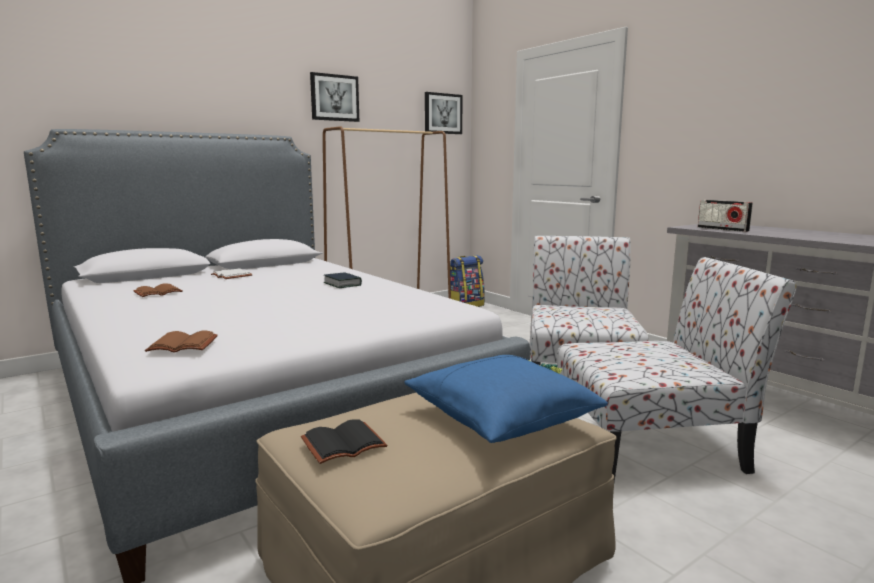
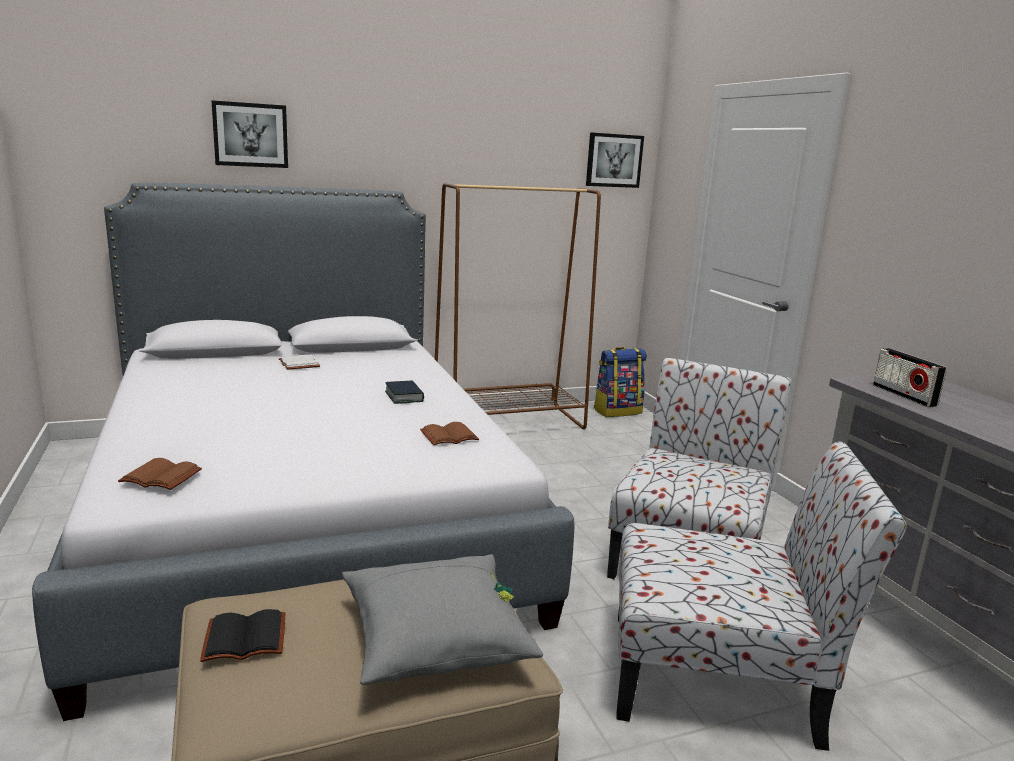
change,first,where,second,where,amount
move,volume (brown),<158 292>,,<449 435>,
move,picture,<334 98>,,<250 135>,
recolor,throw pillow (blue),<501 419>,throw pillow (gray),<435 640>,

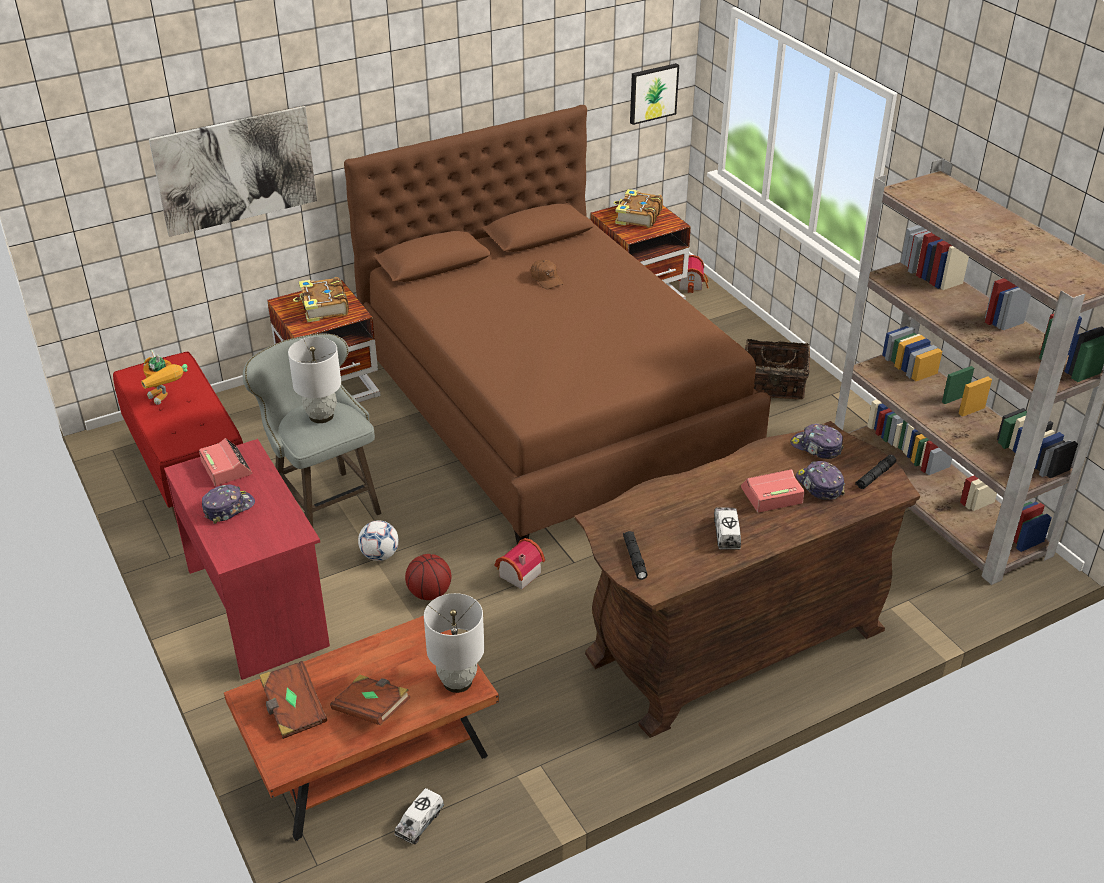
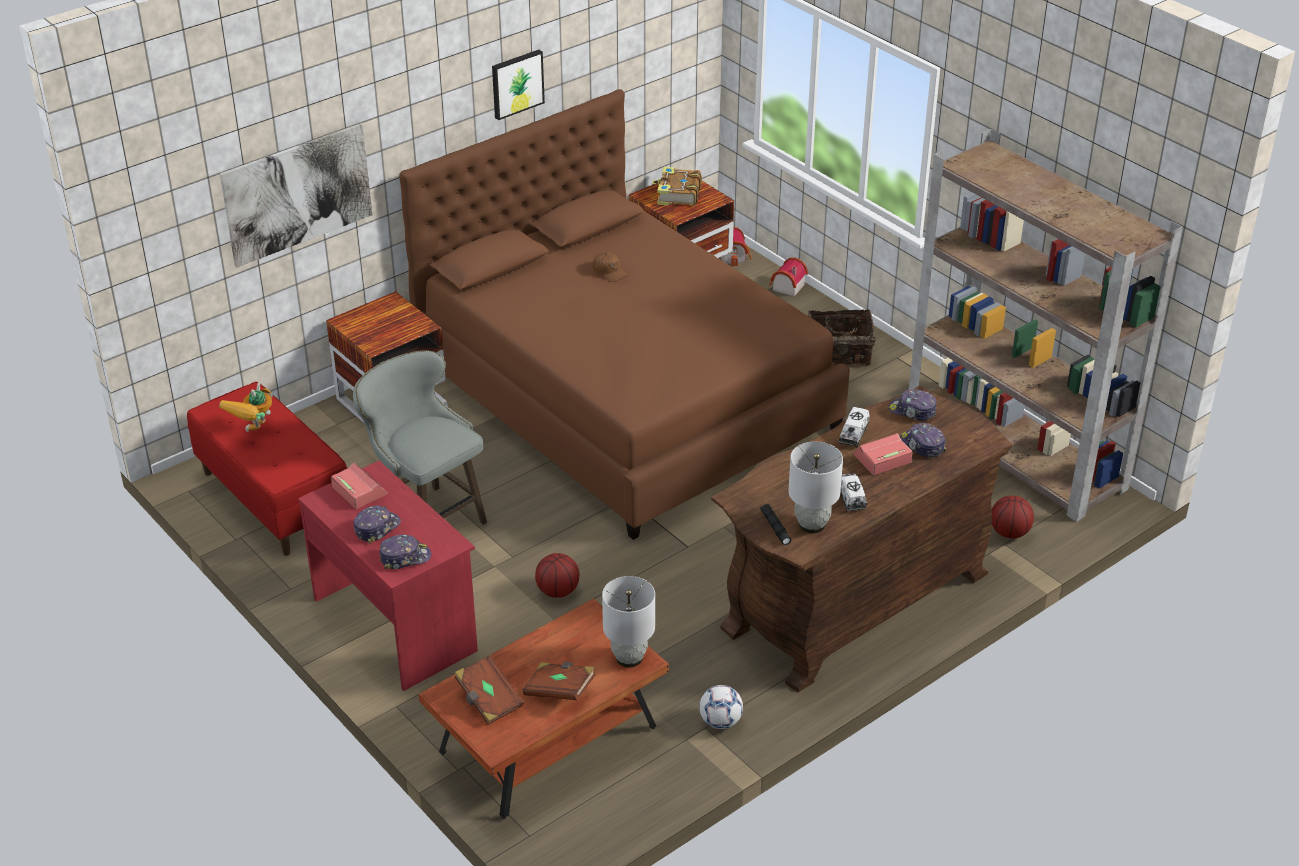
change,first,where,second,where,amount
delete,volume,<323 307>,,,
delete,torch (black),<875 476>,,,
insert,,,peaked cap,<405 557>,
insert,,,basketball,<1009 533>,
move,tabletop lamp (whitish),<321 416>,,<811 525>,
move,football ball,<380 555>,,<720 722>,
move,toy truck,<419 822>,,<853 434>,
move,model house,<517 574>,,<786 287>,
move,picture,<652 93>,,<516 83>,
rotate,model robot,<166 400>,,<255 433>,75 degrees clockwise

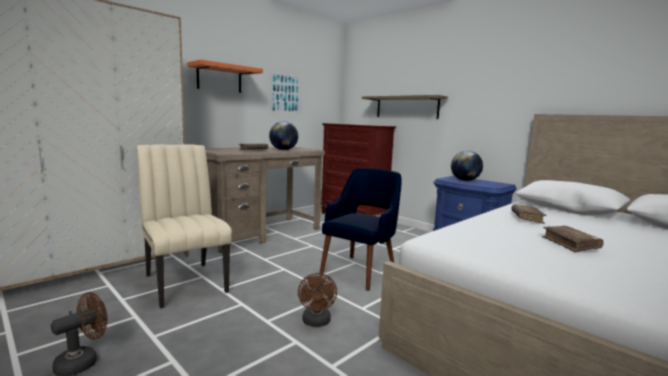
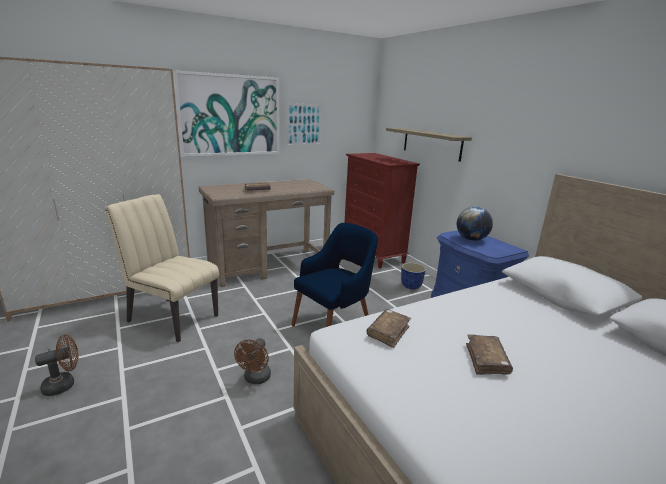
change,first,where,second,where,amount
delete,desk globe,<283 150>,,,
insert,,,flower pot,<410 286>,
move,volume (brown),<527 218>,,<388 332>,
replace,shelf (orangey),<219 78>,picture,<230 115>,
rotate,chair (beige),<186 284>,,<174 319>,45 degrees counterclockwise

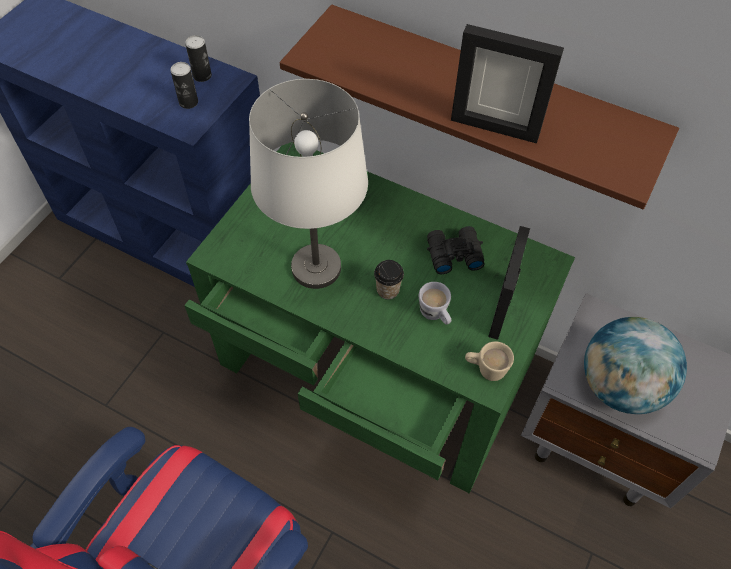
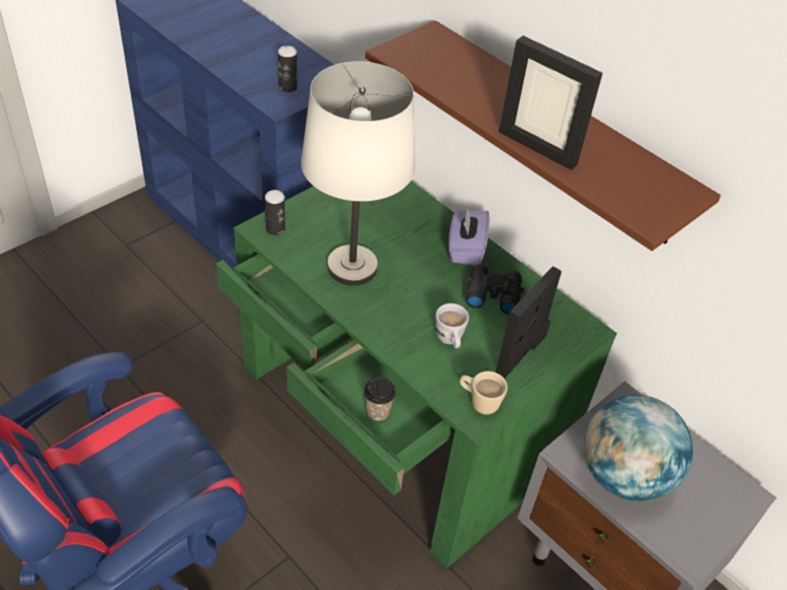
change,first,where,second,where,amount
insert,,,tissue holder (purple),<465 249>,
move,metal can,<202 76>,,<275 229>,
move,small cup,<387 290>,,<377 411>,

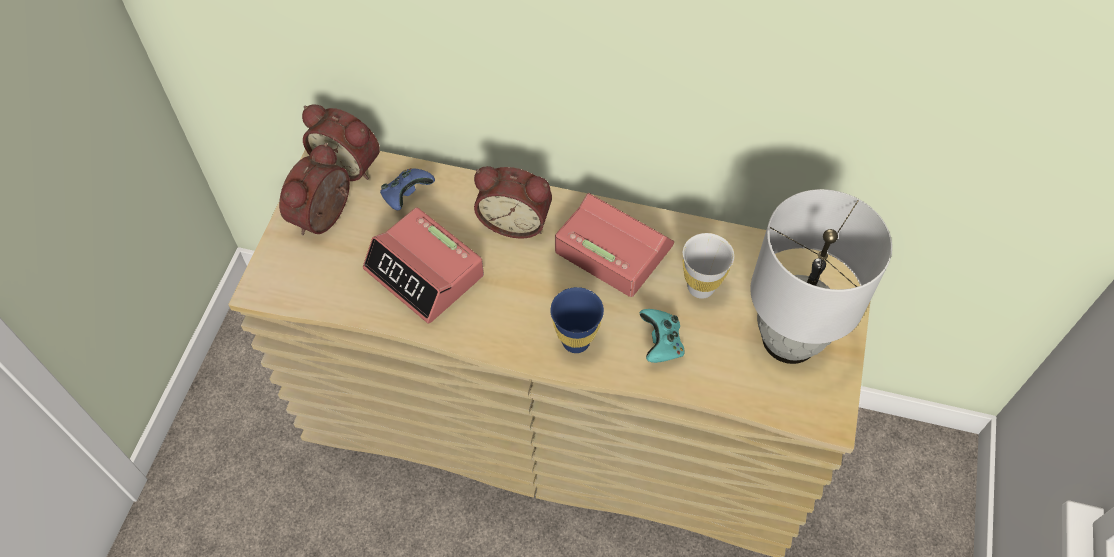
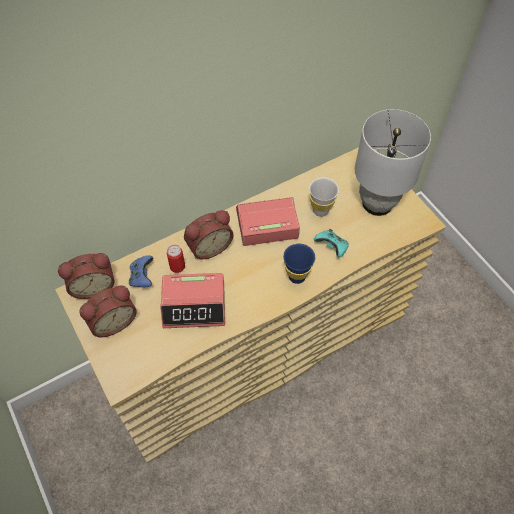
change,first,where,second,where,amount
insert,,,metal can,<177 266>,
rotate,alarm clock,<326 217>,,<112 321>,105 degrees counterclockwise

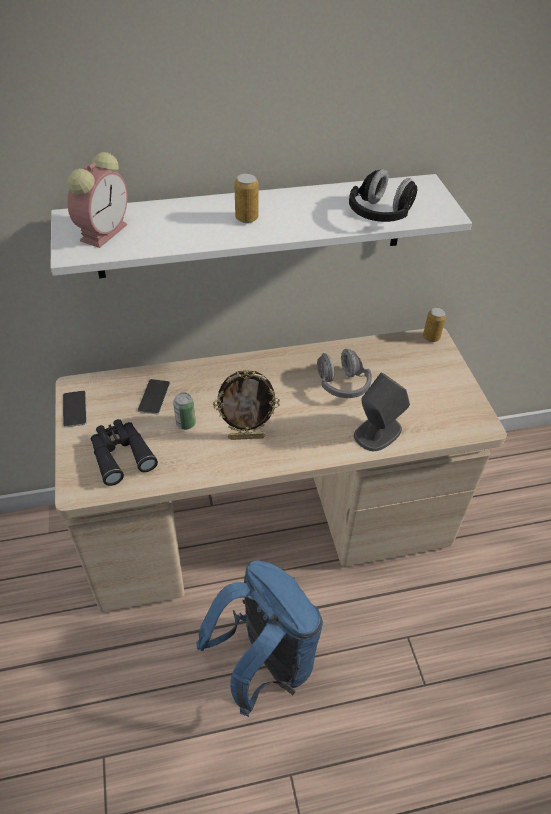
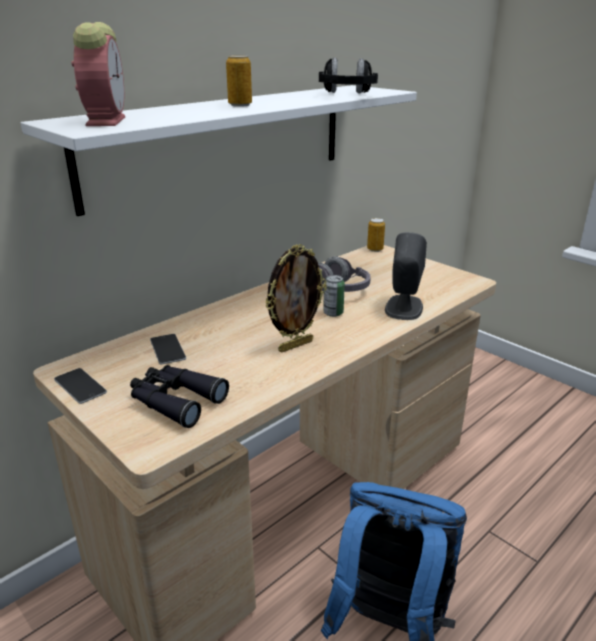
change,first,where,second,where,amount
move,metal can,<185 423>,,<333 313>,

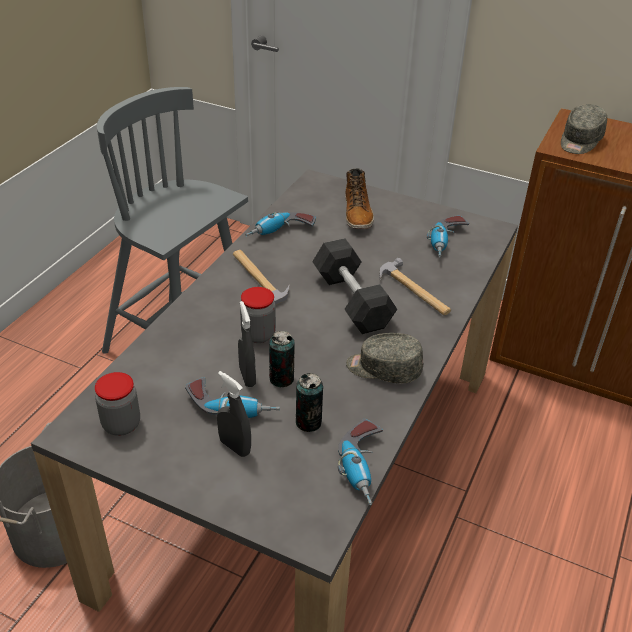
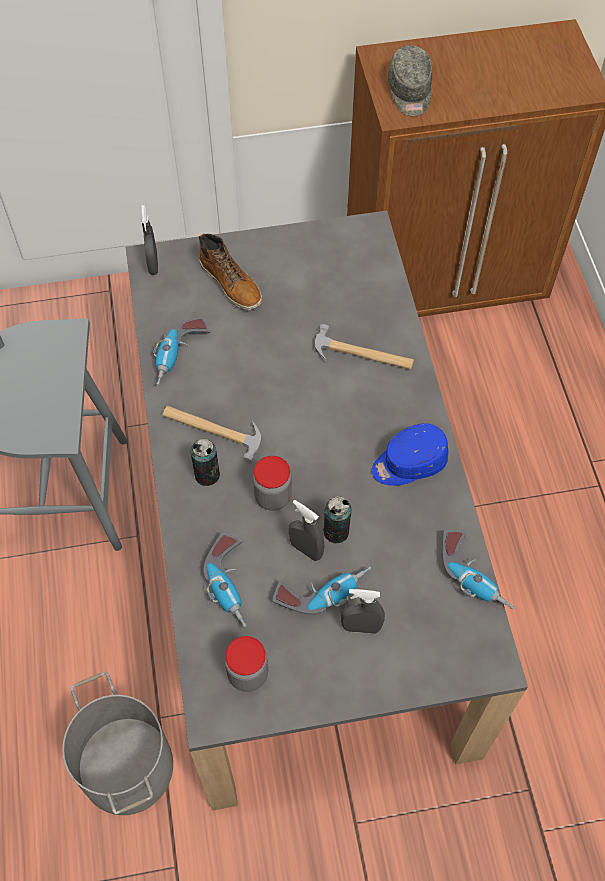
change,first,where,second,where,amount
delete,hand weight (gray),<352 301>,,,
insert,,,hand sprayer (gray),<153 264>,
move,metal can,<308 422>,,<207 475>,
move,drill,<447 243>,,<232 584>,
recolor,peaked cap (gray),<383 369>,peaked cap (blue),<408 463>,

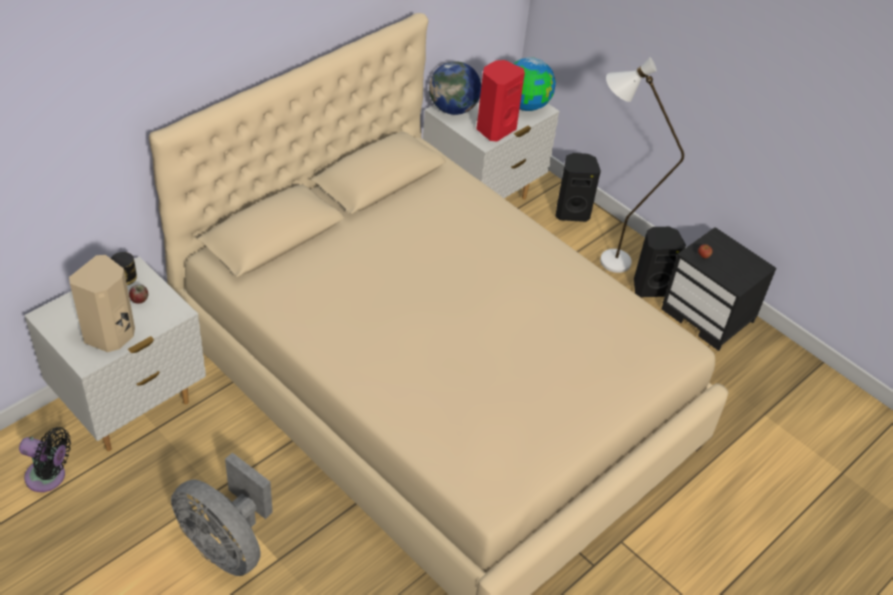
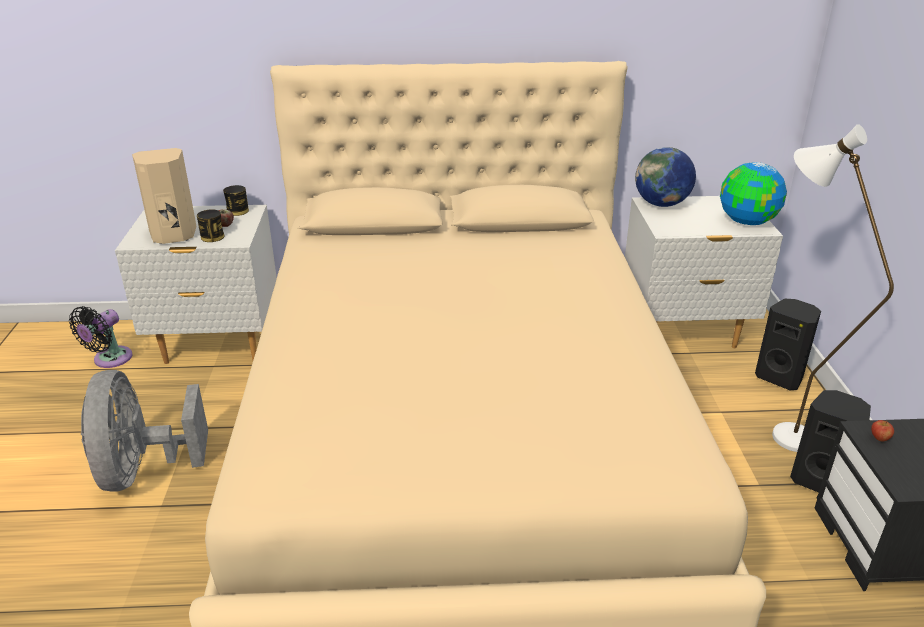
change,first,where,second,where,amount
delete,speaker (reddish),<494 129>,,,
insert,,,metal can,<212 237>,
rotate,fan (black),<49 477>,,<109 360>,60 degrees clockwise

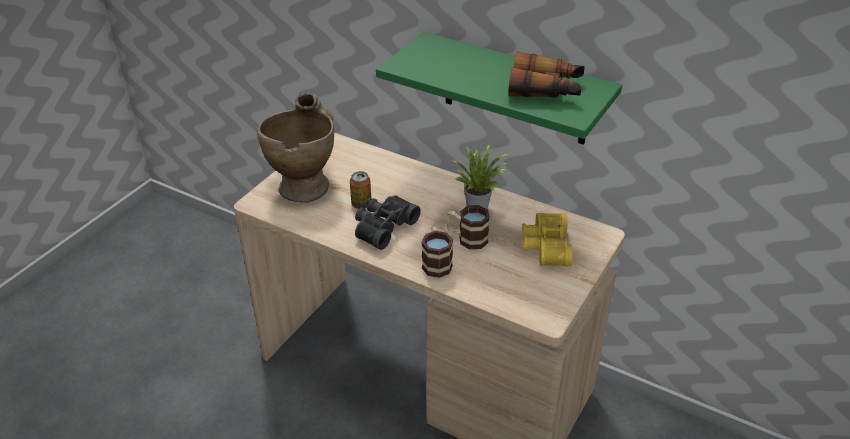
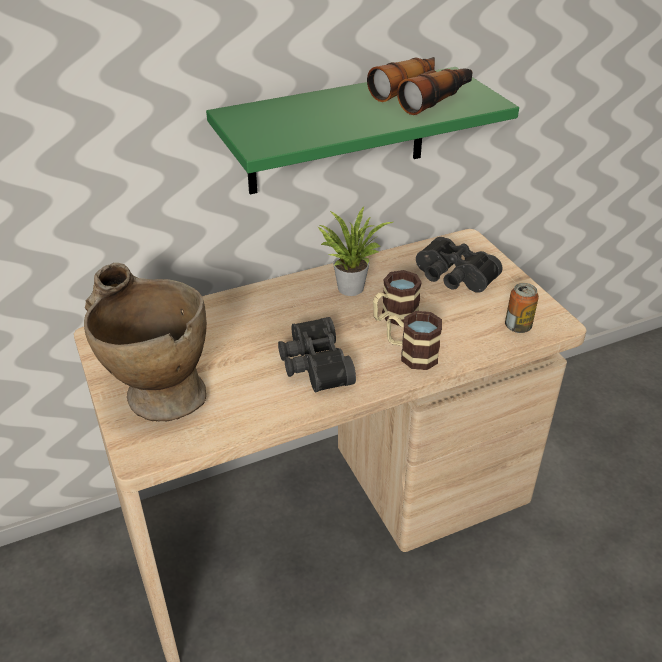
change,first,where,second,where,amount
move,metal can,<361 204>,,<518 326>,
recolor,binoculars (yellow),<544 246>,binoculars (black),<453 278>,

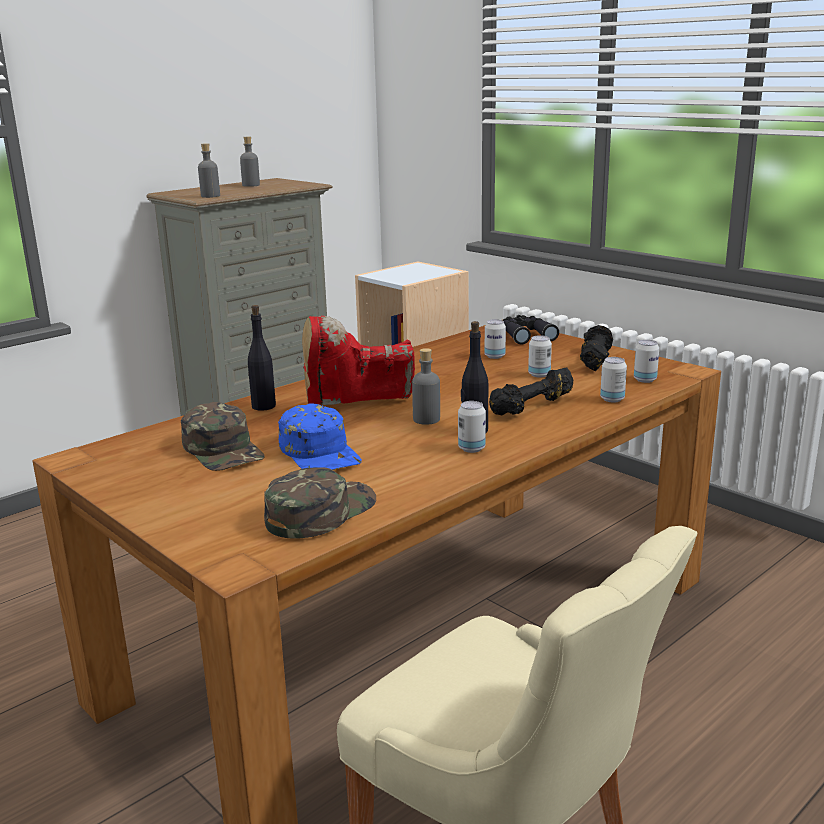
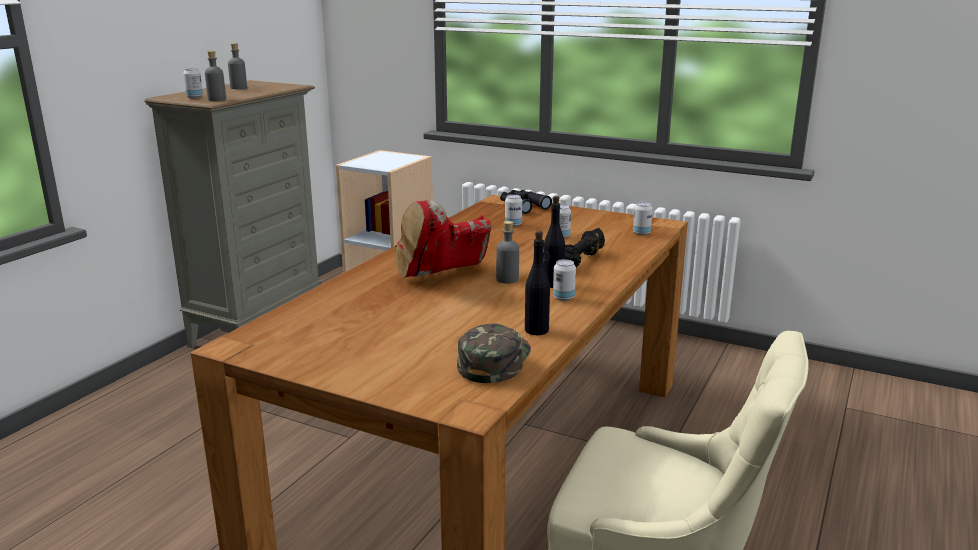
change,first,where,second,where,amount
delete,peaked cap (green-coloured),<224 450>,,,
delete,peaked cap (blue),<320 452>,,,
delete,hand weight (black),<595 360>,,,
move,bottle (black),<263 406>,,<536 330>,
move,metal can,<612 399>,,<195 97>,

